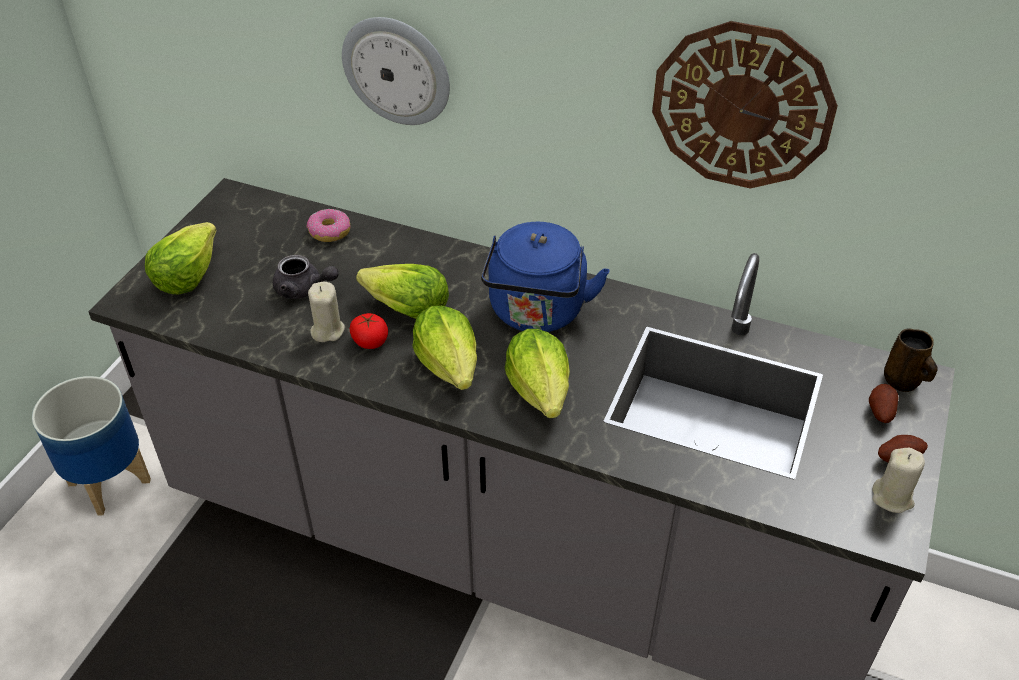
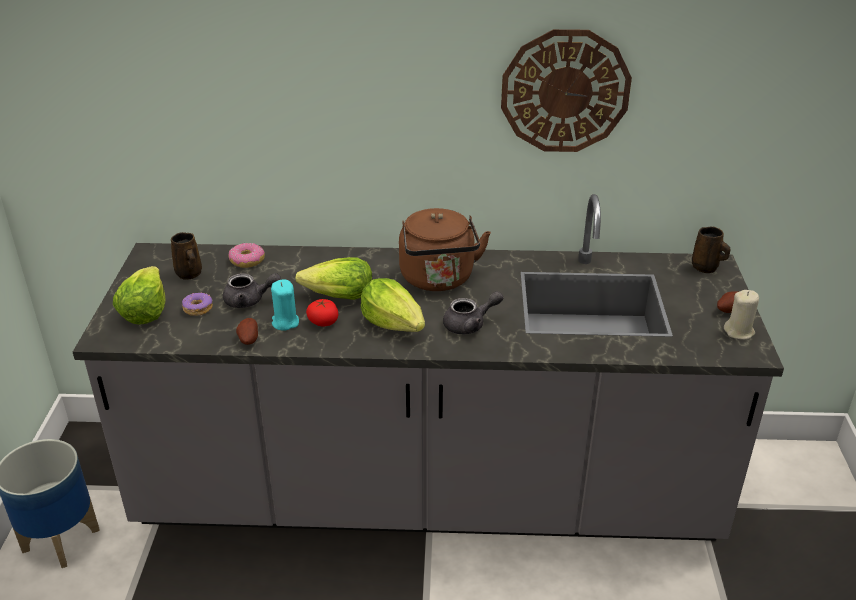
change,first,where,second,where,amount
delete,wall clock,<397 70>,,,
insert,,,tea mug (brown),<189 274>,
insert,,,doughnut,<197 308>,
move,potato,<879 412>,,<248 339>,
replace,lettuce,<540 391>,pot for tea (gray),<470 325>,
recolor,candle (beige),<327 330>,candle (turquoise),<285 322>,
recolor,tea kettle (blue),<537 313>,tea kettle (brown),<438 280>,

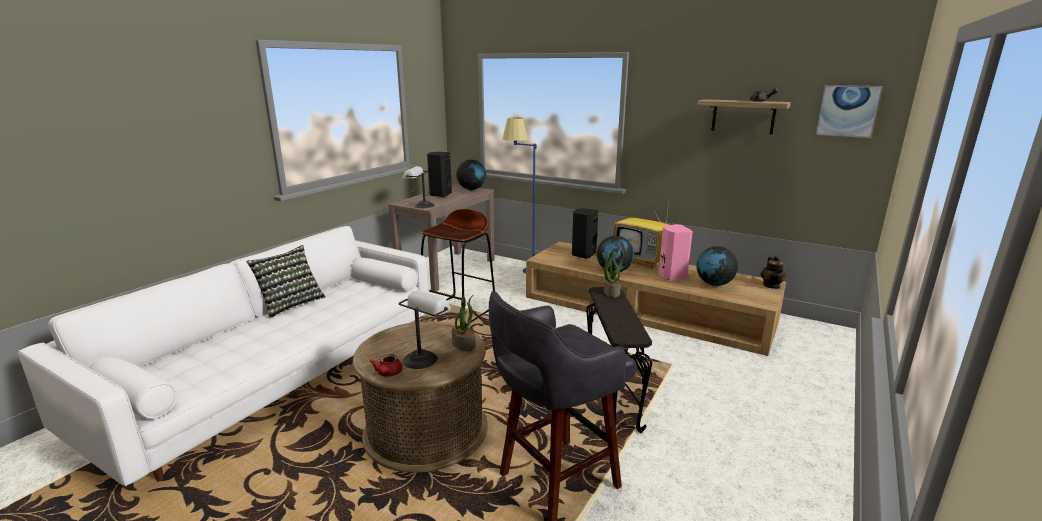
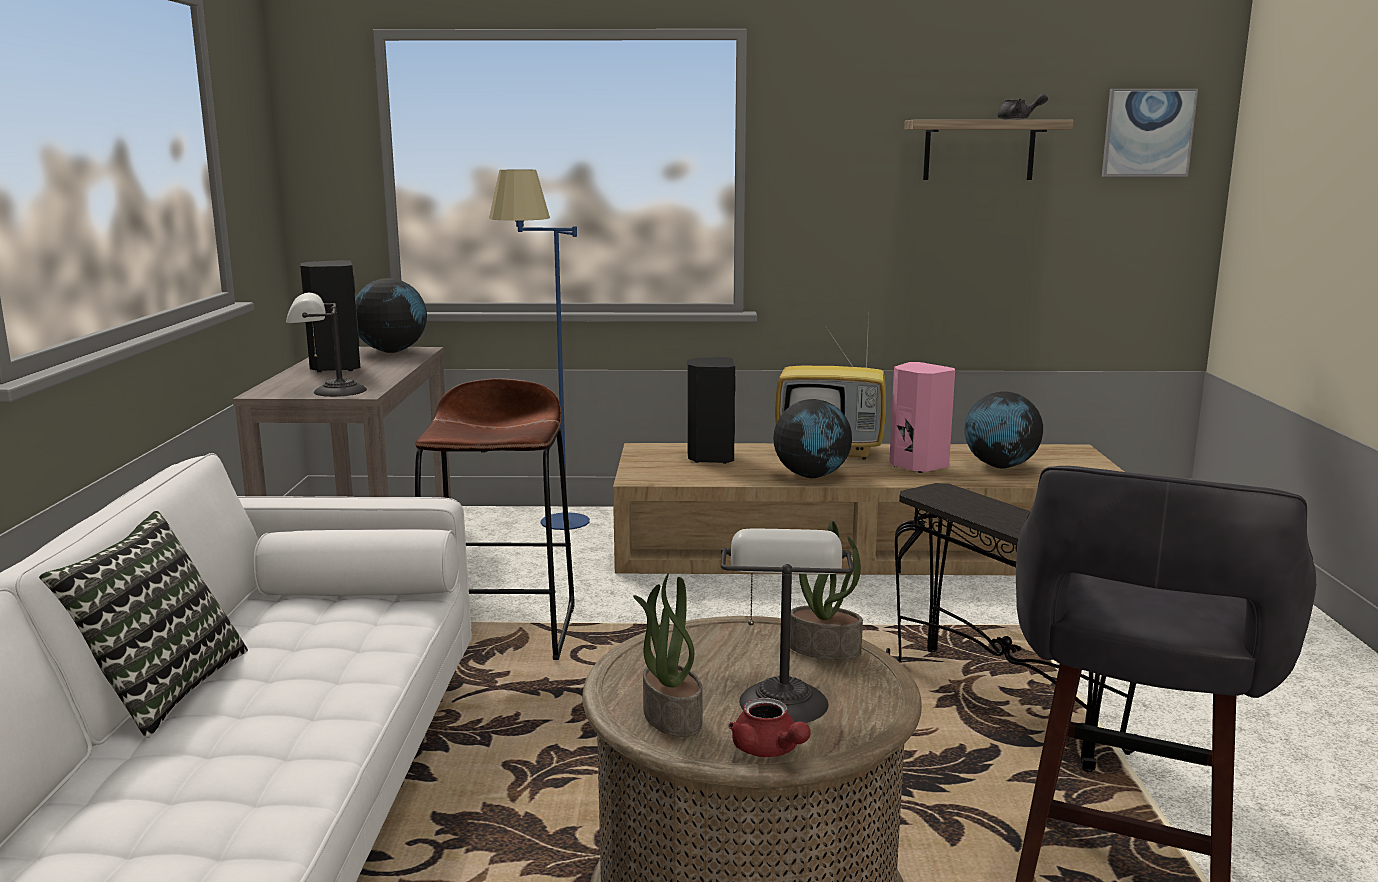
change,first,where,second,where,amount
delete,pot for tea,<771 285>,,,
move,houseplant,<611 292>,,<670 717>,

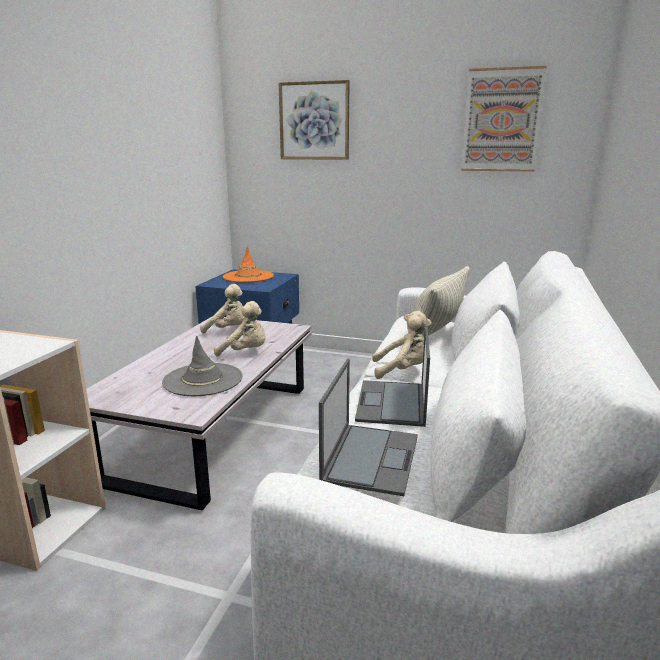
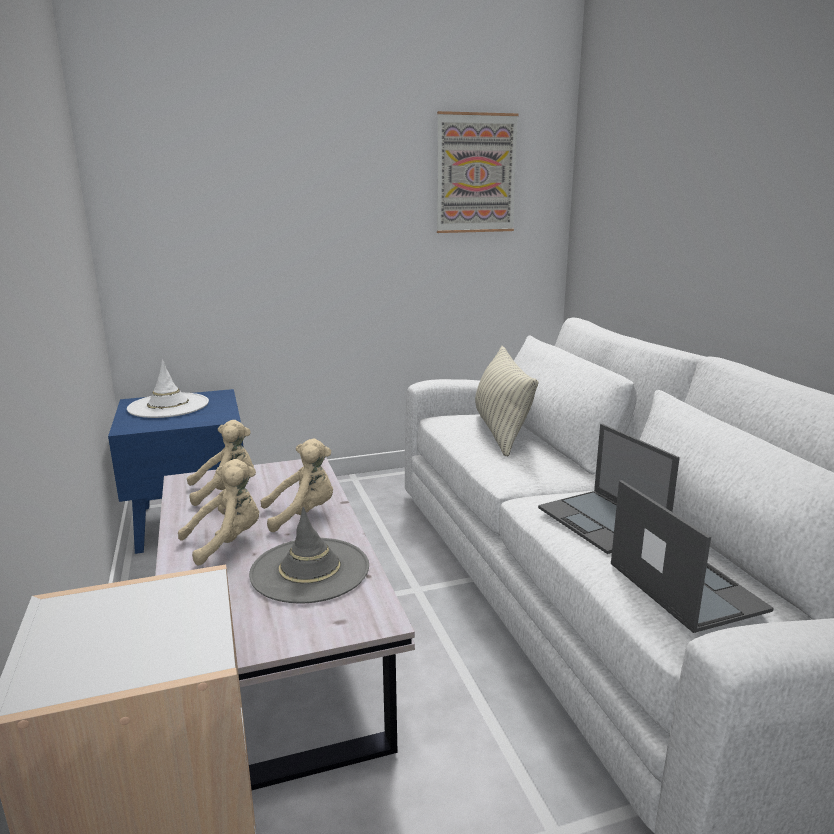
change,first,where,second,where,amount
delete,picture,<314 121>,,,
move,soft toy (beige),<403 370>,,<227 542>,
recolor,wearable hat (orangey),<248 277>,wearable hat (whitish),<168 406>,

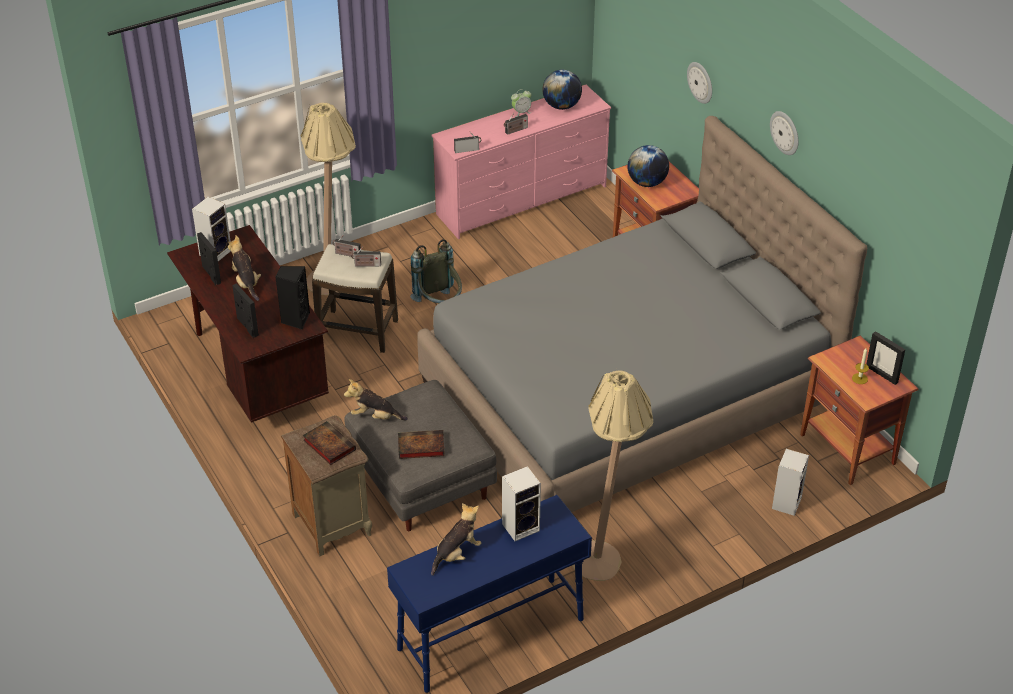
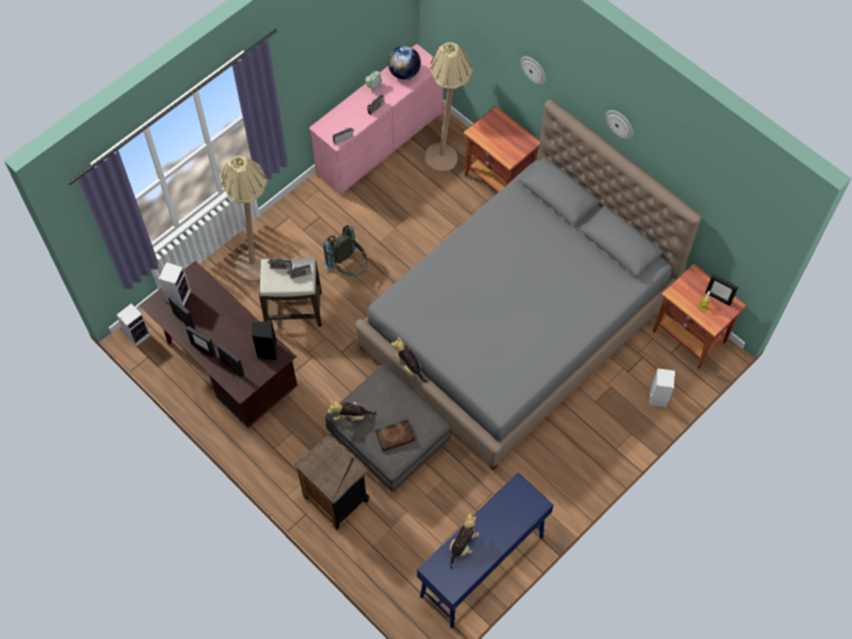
change,first,where,second,where,amount
delete,volume,<328 445>,,,
delete,desk globe,<647 183>,,,
insert,,,standing frame,<204 349>,
move,soft toy,<246 283>,,<409 366>,
move,speaker,<521 526>,,<138 334>,
move,floor lamp (beige),<606 556>,,<447 152>,
recolor,nightstand (beige),<332 523>,nightstand (black),<336 497>,

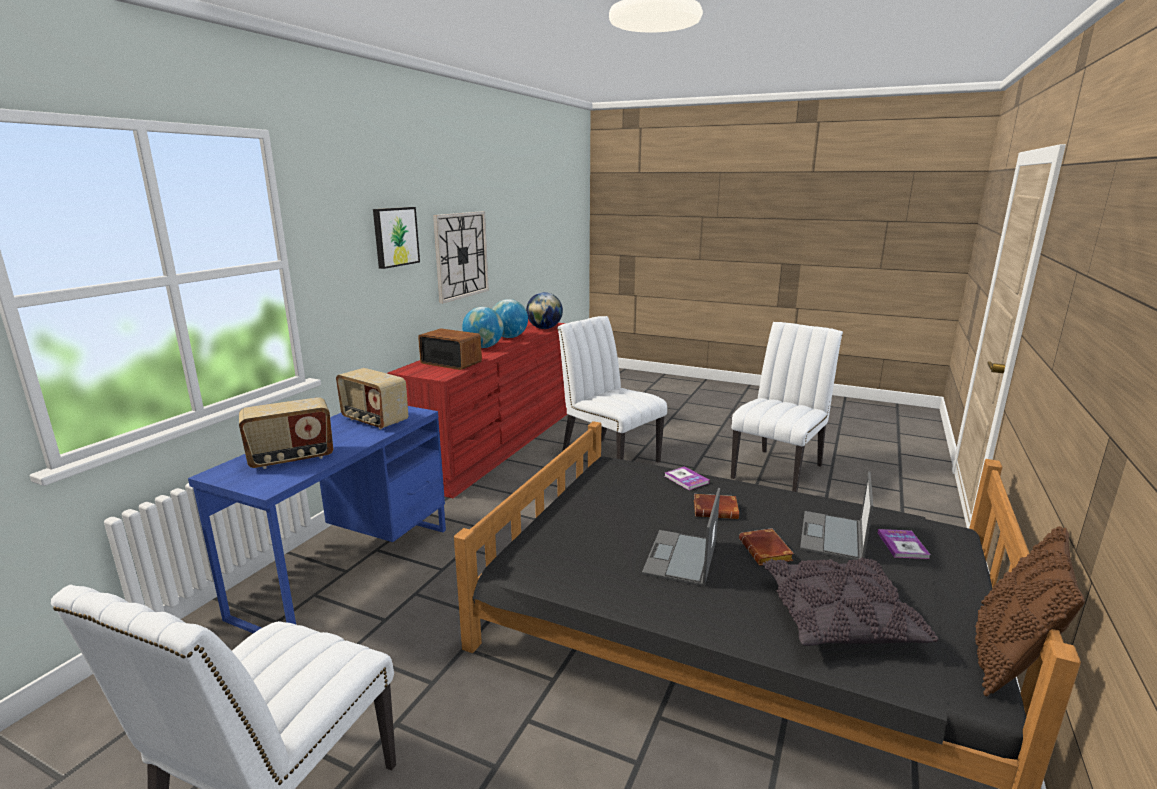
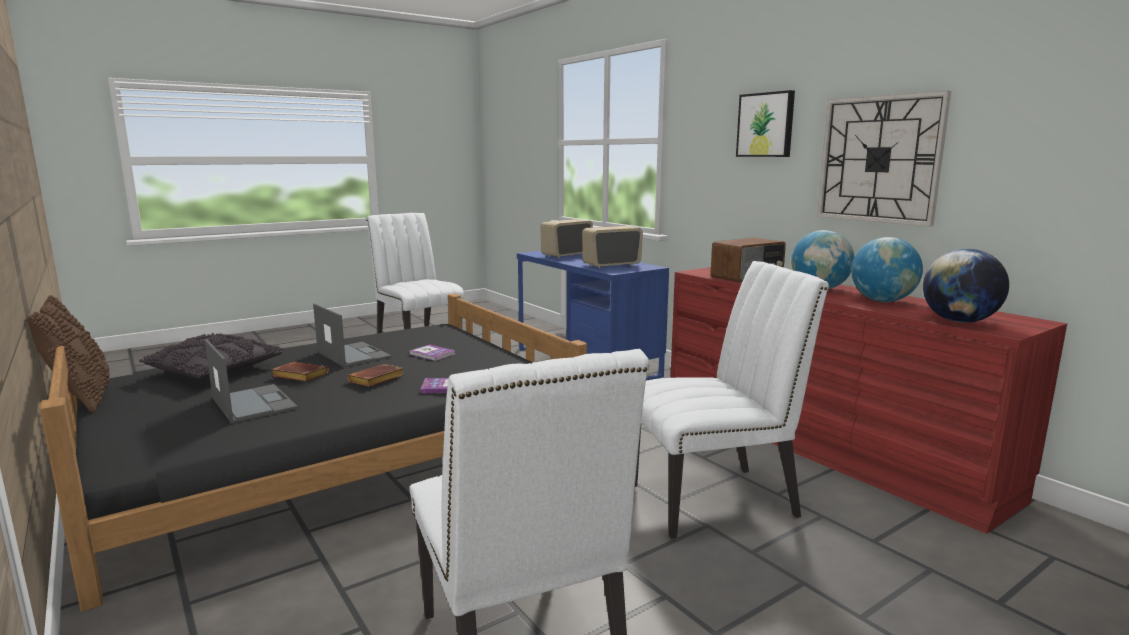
change,first,where,second,where,amount
move,volume,<902 545>,,<432 354>,
rotate,radio receiver,<291 458>,,<566 255>,45 degrees clockwise

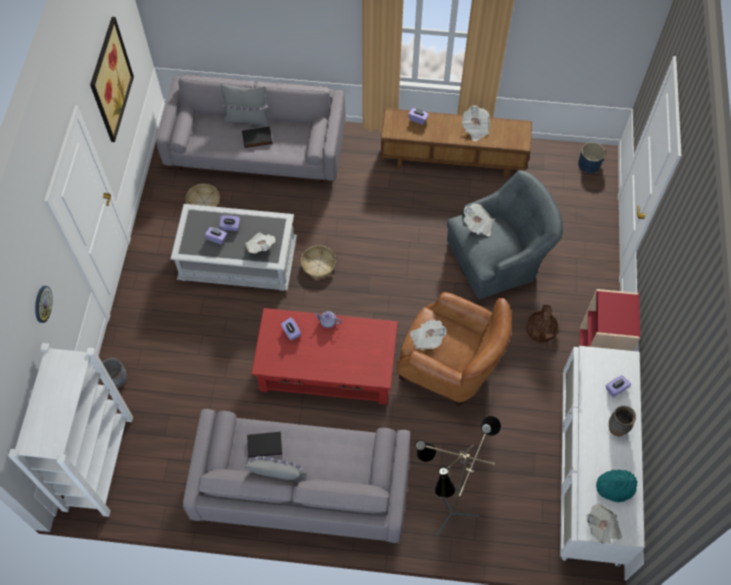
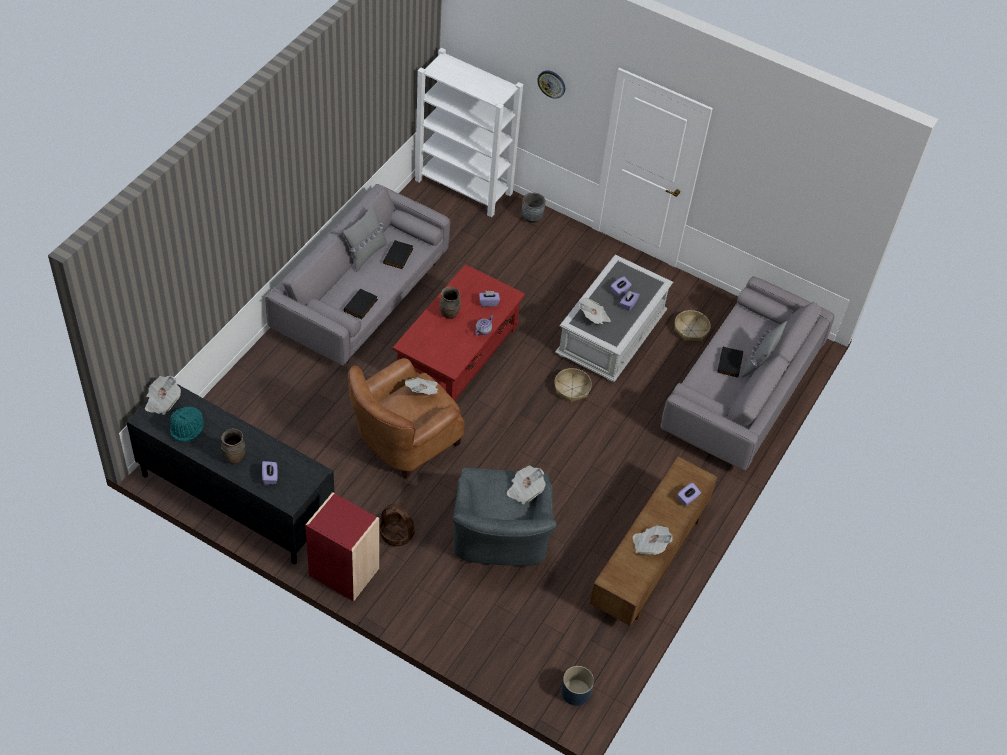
change,first,where,second,where,amount
delete,picture,<110 80>,,,
delete,floor lamp,<446 511>,,,
insert,,,volume (black),<361 306>,
insert,,,vase (brown),<449 314>,
recolor,cupboard (whitish),<588 471>,cupboard (black),<236 497>,

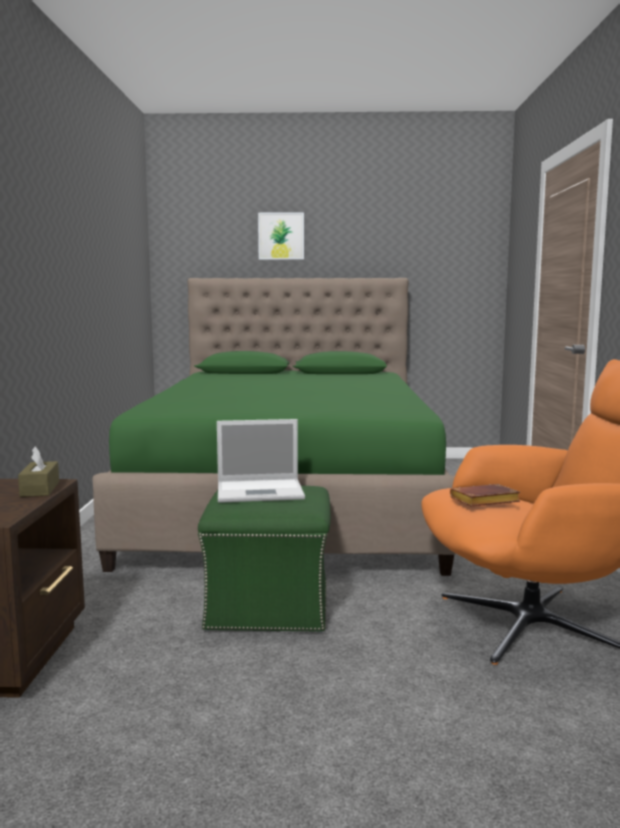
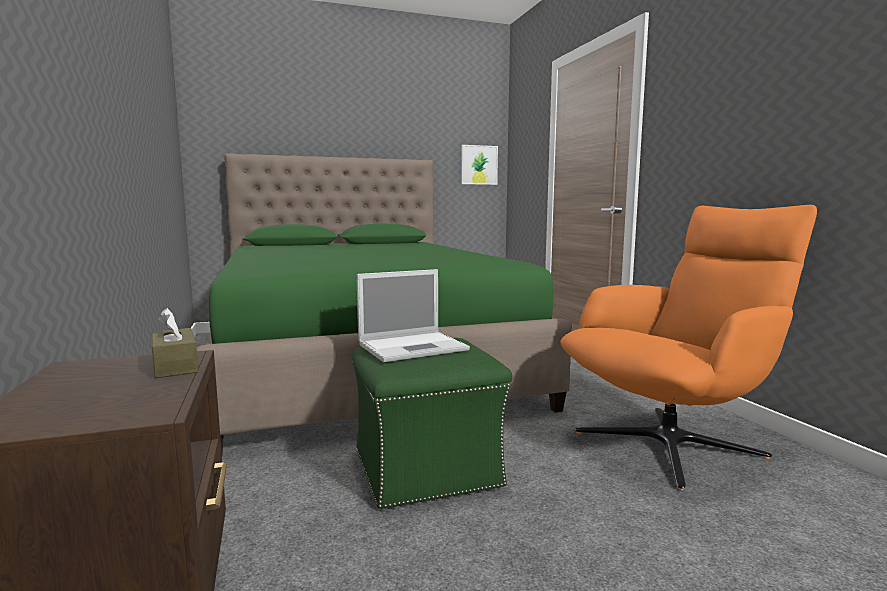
change,first,where,second,where,amount
delete,volume (brown),<483 502>,,,
move,picture,<281 236>,,<479 165>,

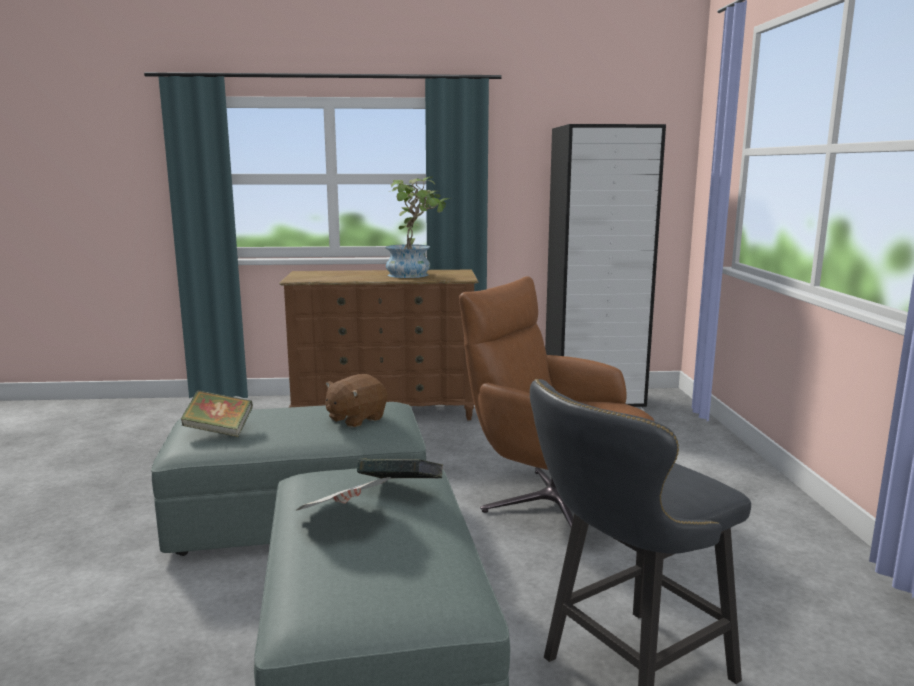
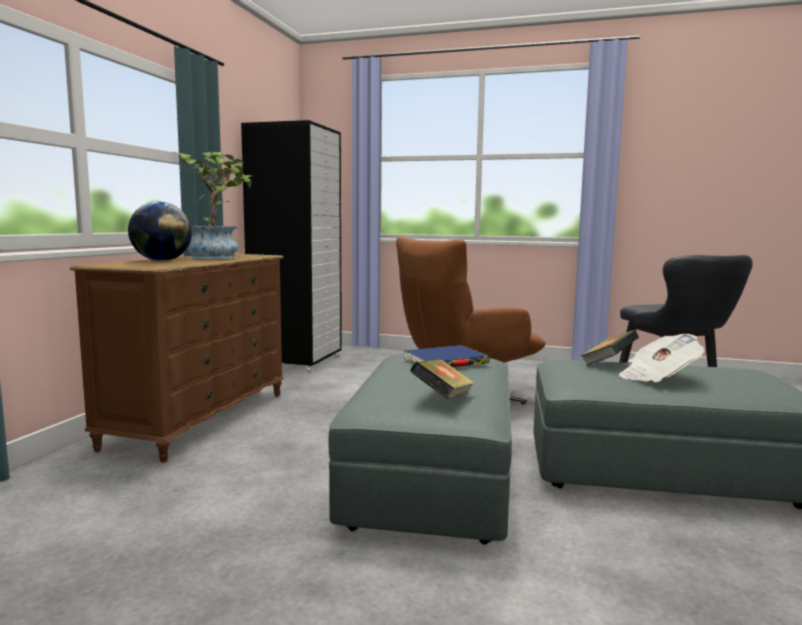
change,first,where,second,where,amount
insert,,,desk globe,<161 261>,
replace,soft toy (brown),<355 419>,volume (blue),<446 362>,

